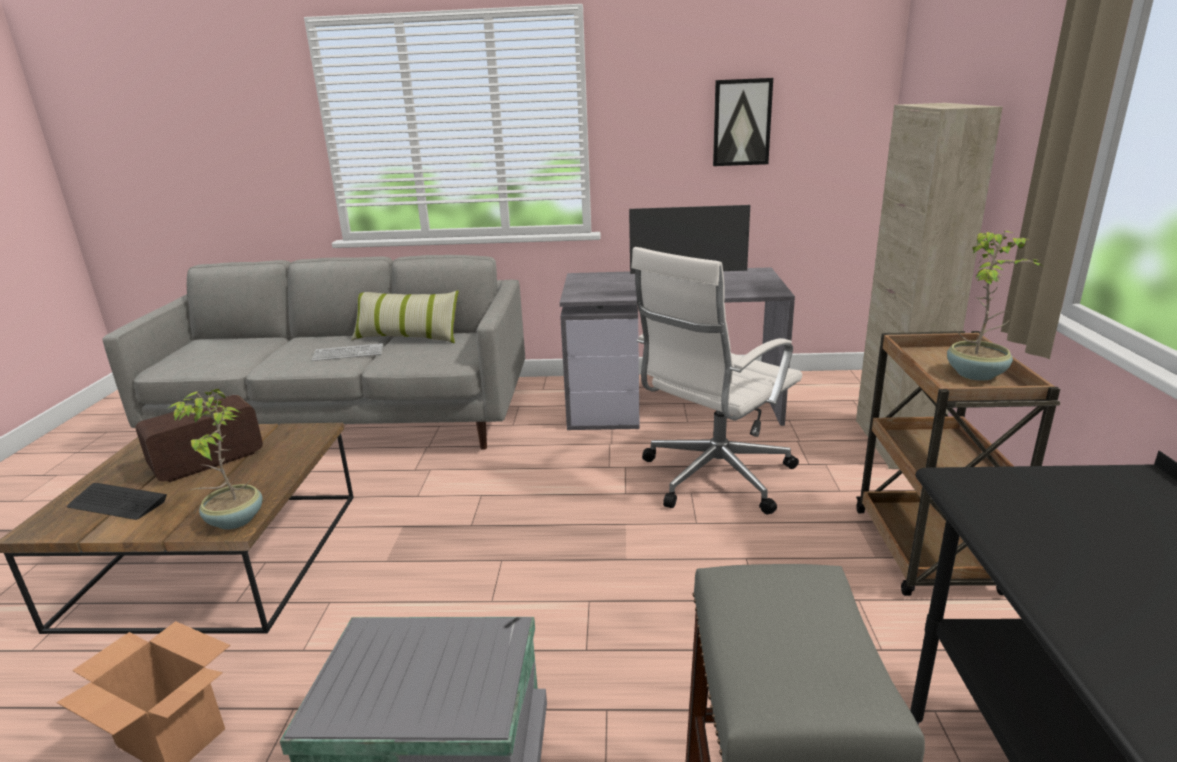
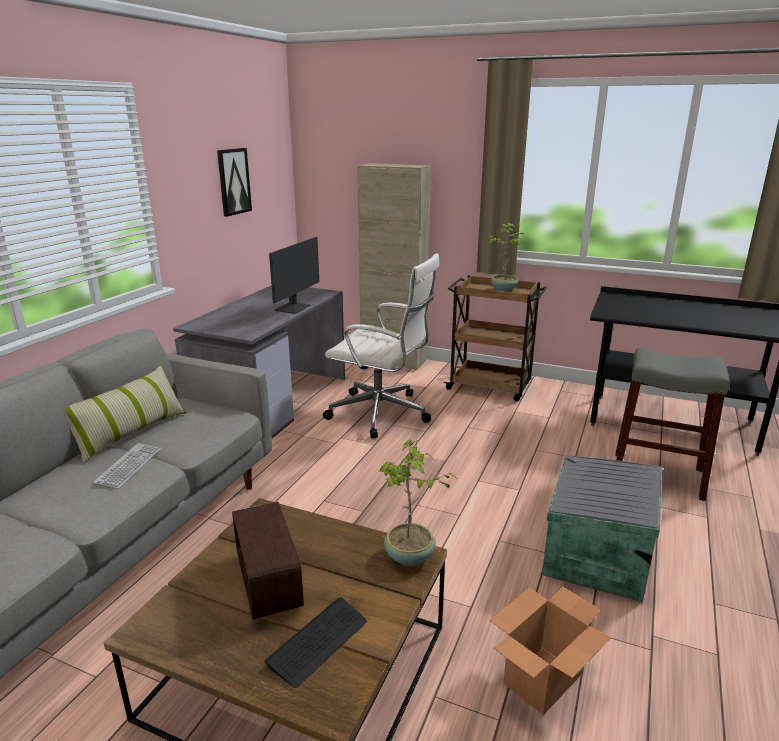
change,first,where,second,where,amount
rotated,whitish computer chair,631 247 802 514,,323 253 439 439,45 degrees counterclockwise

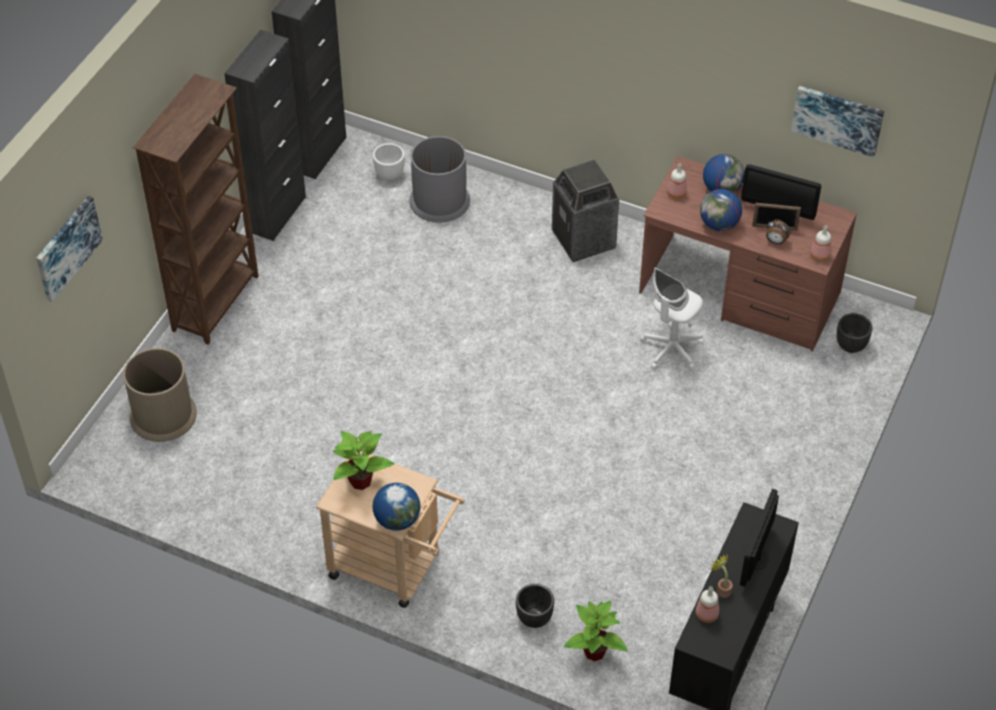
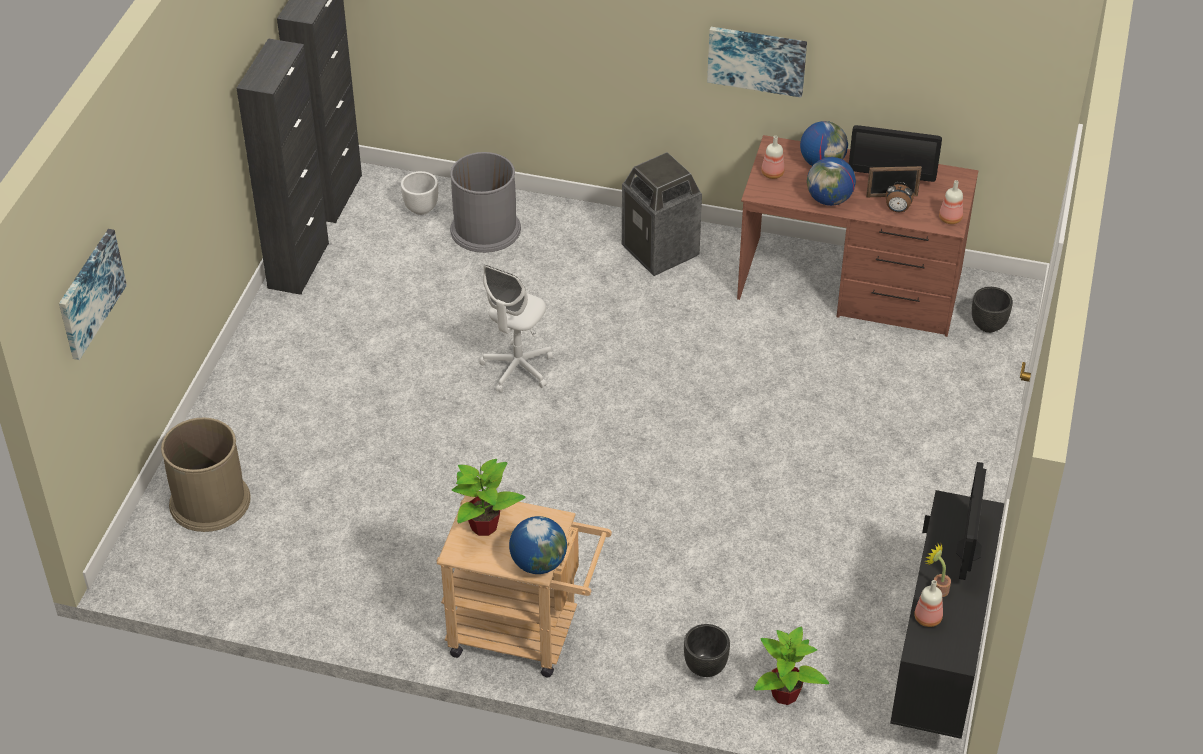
change,first,where,second,where,amount
gone,brown bookcase,133 74 259 345,,,
shifted,picture,791 86 884 157,,707 27 807 98,
shifted,whitish computer chair,640 267 703 370,,480 265 553 393,

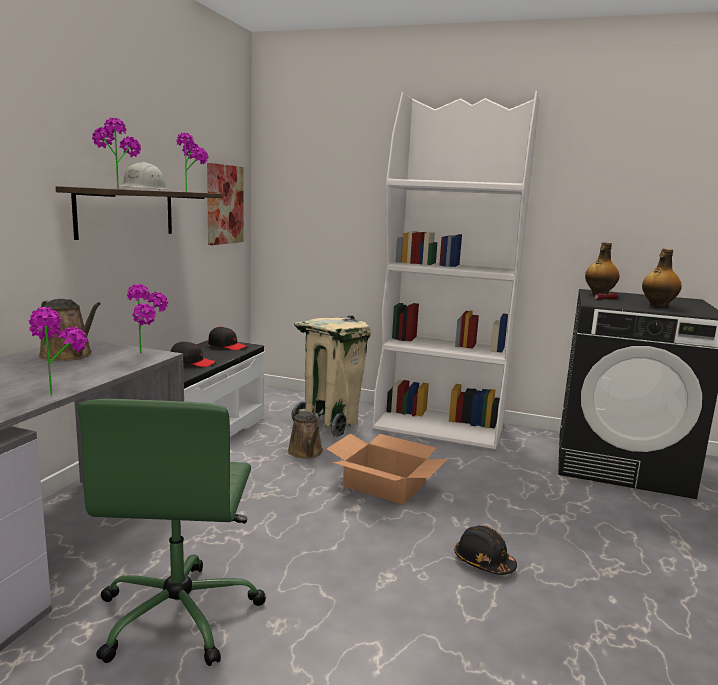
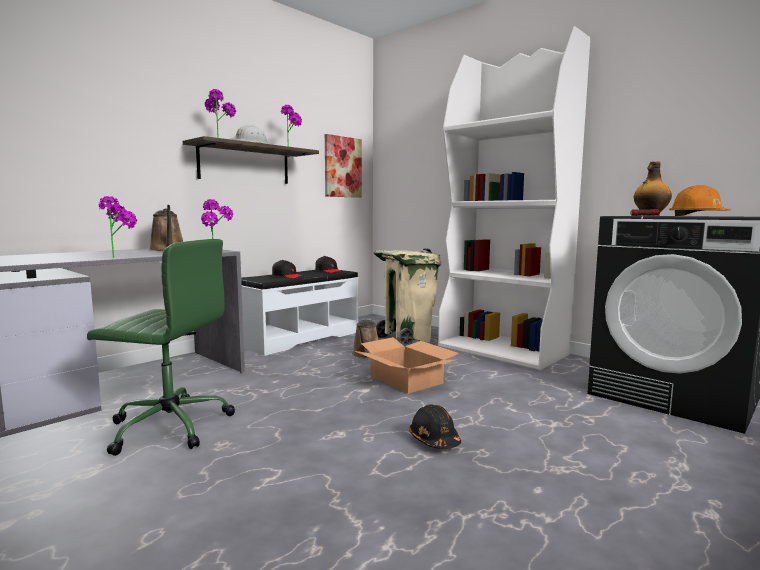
change,first,where,second,where,amount
swapped,drink bottle,642 249 682 307,orangey safety helmet,669 185 731 216,
rotated,greenish computer chair,78 399 266 666,,87 239 235 456,105 degrees counterclockwise

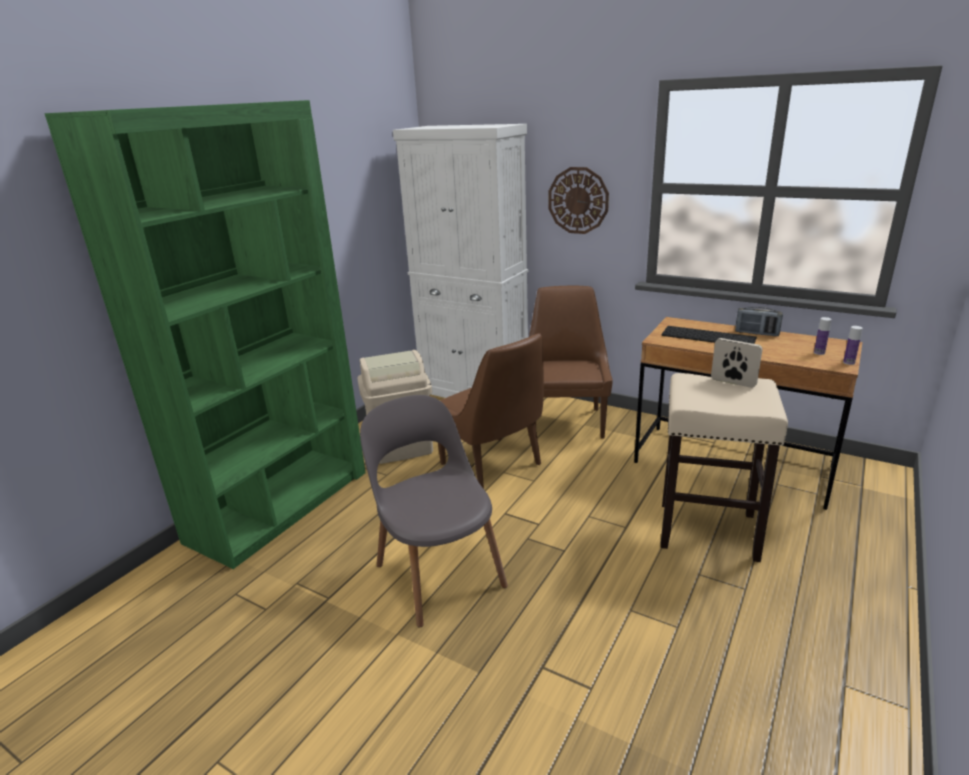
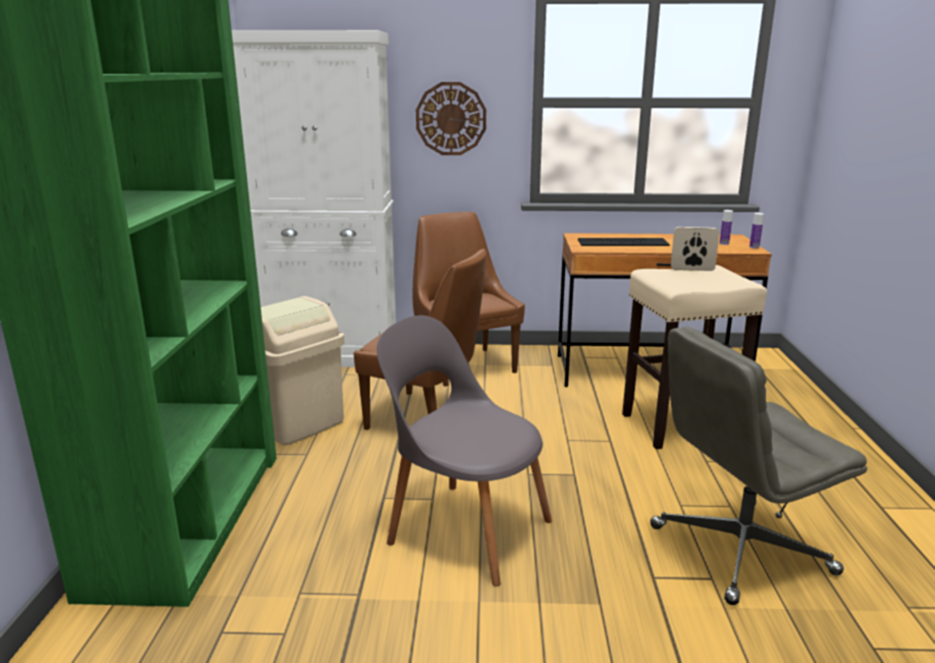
change,first,where,second,where,amount
gone,radio set,735 307 783 336,,,
new,,,greyish computer chair,650 326 867 605,

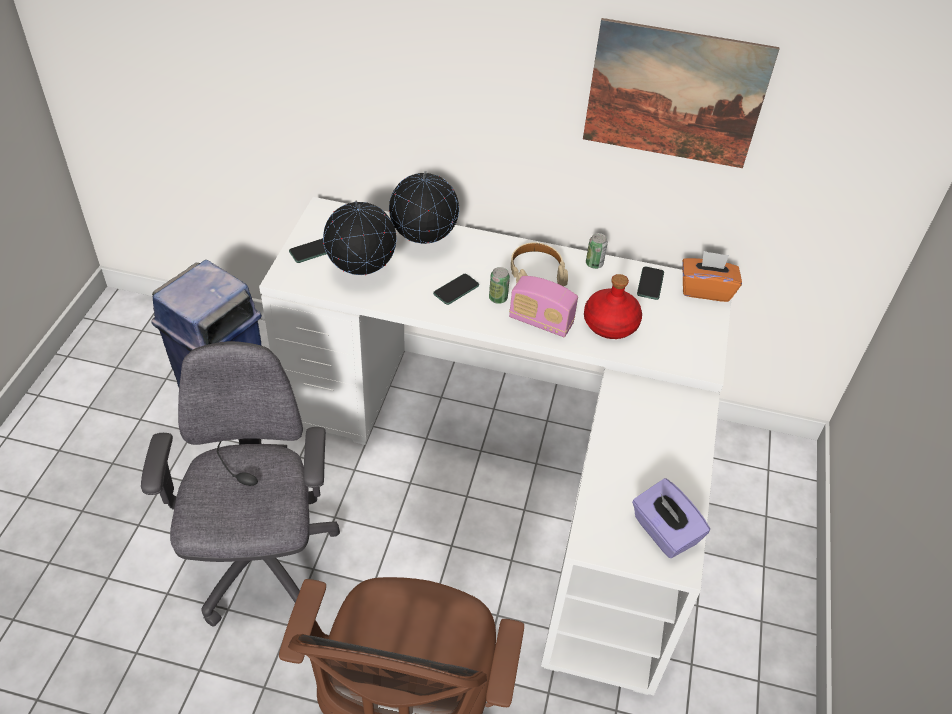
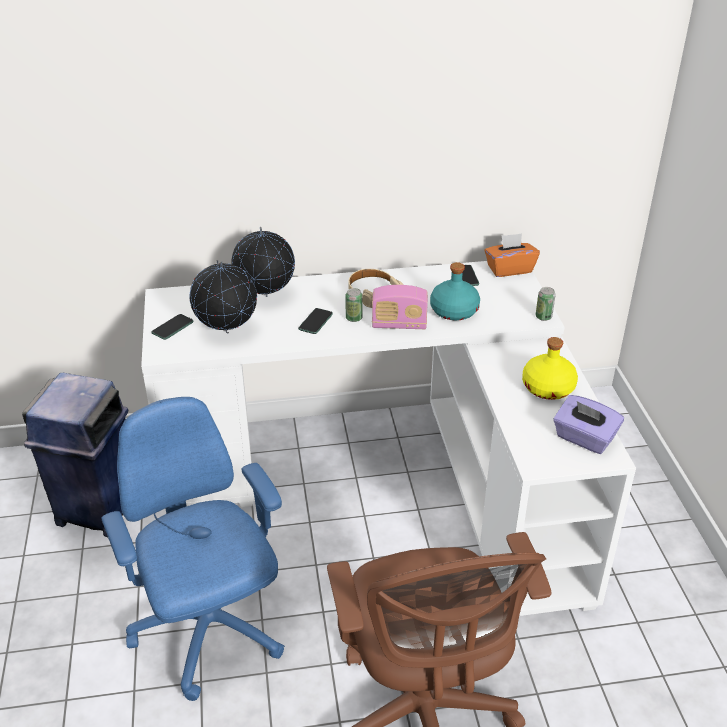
change,first,where,second,where,amount
gone,picture,583 18 780 168,,,
shifted,can,586 233 608 269,,535 287 556 321,
repainted,red-coloured drink bottle,584 274 642 339,turquoise-coloured drink bottle,430 262 480 320,
repainted,greyish computer chair,141 341 340 627,blue computer chair,102 397 285 701,
new,,,yellowish drink bottle,522 337 578 400,

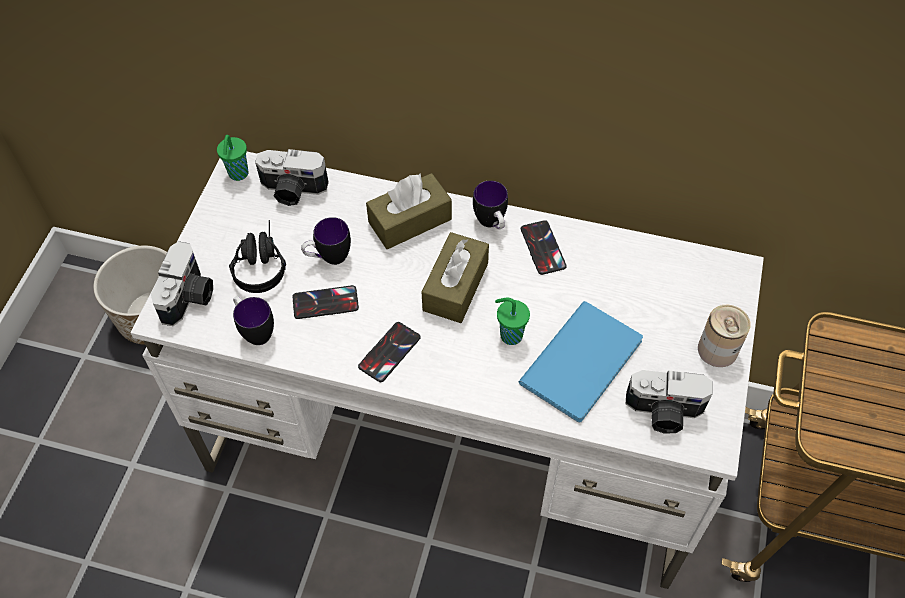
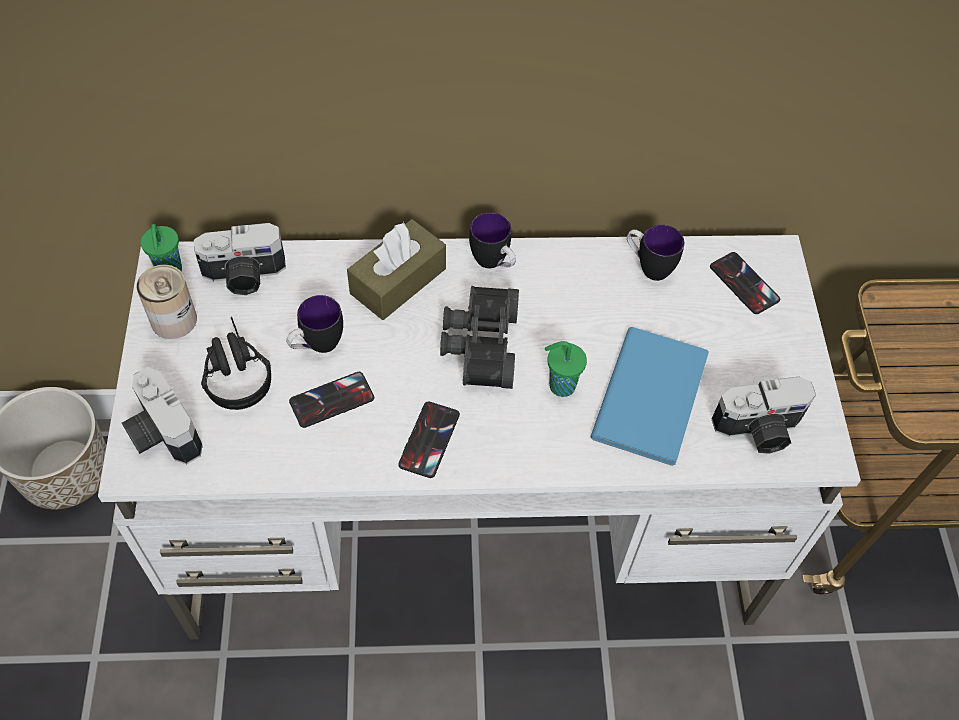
change,first,where,second,where,amount
shifted,phone,521 220 567 275,,710 252 780 314,
swapped,brown tissue holder,421 232 489 323,black-coloured pair of binoculars,440 286 519 389,
rotated,photo camera,151 241 213 326,,122 367 203 464,150 degrees clockwise
shifted,mug,233 296 274 345,,627 225 684 281,
shifted,can,698 305 751 367,,136 265 197 339,

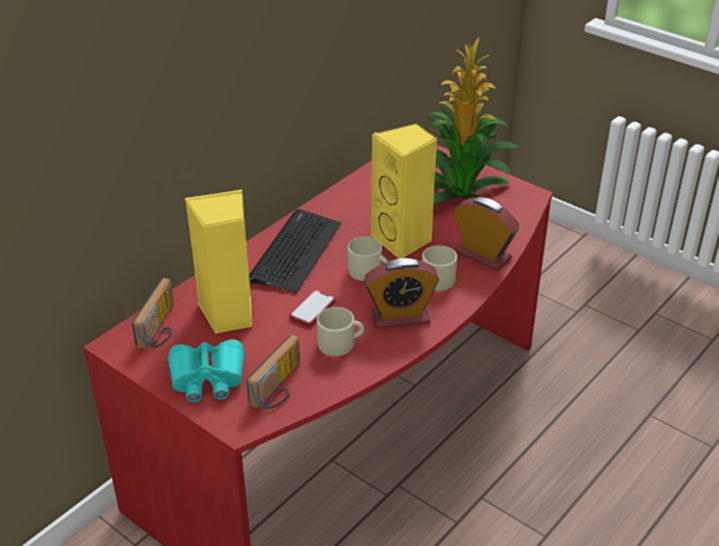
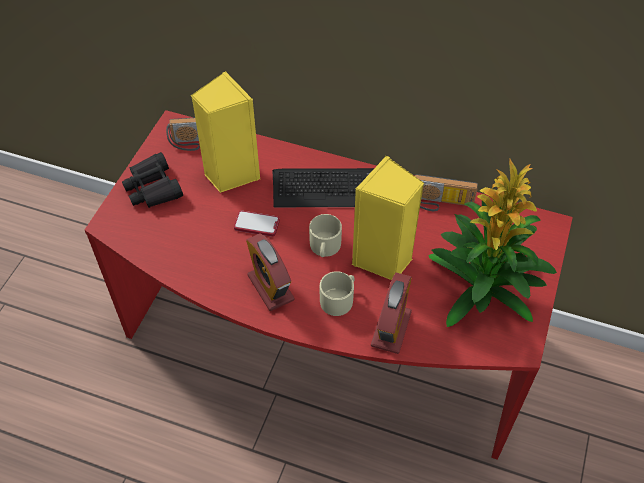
change,first,where,second,where,amount
gone,beige-coloured mug,317 307 364 356,,,
shifted,radio set,246 334 300 409,,415 174 478 211,
repainted,turquoise-coloured pair of binoculars,168 339 245 402,black-coloured pair of binoculars,122 152 183 208,

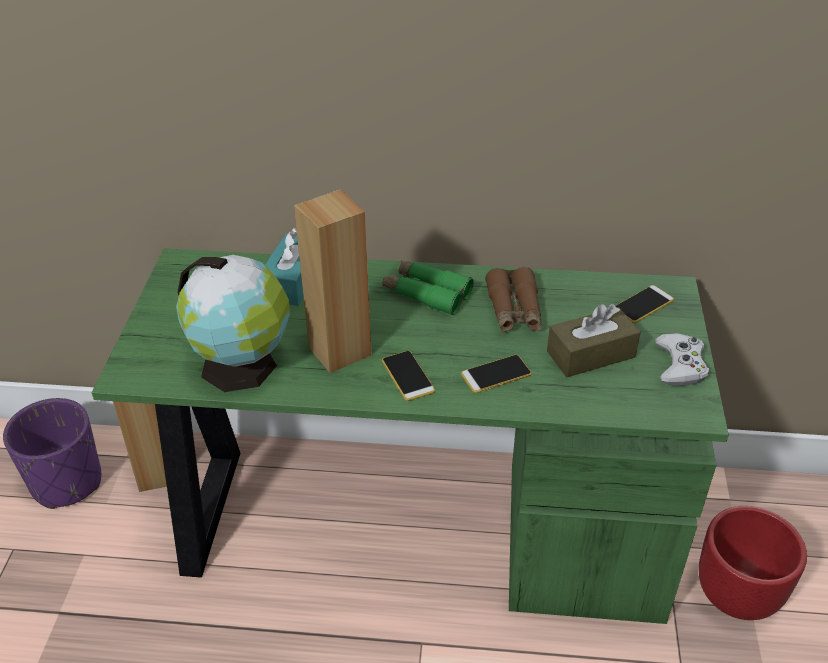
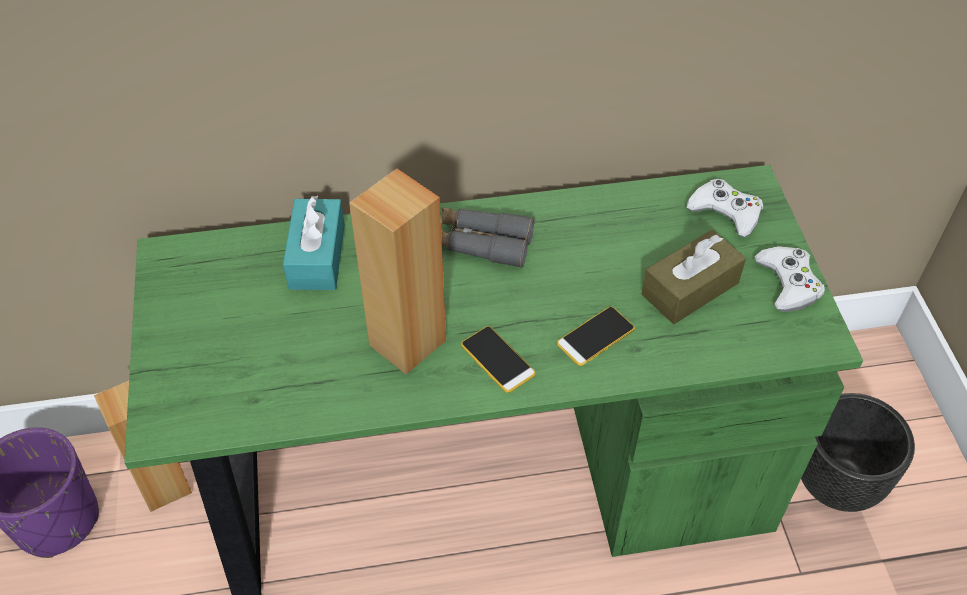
change,first,where,second,where,amount
gone,globe,176 255 290 392,,,
repainted,greenish pair of binoculars,383 260 474 315,greyish pair of binoculars,441 207 534 268,
gone,brown pair of binoculars,485 267 542 333,,,
swapped,phone,615 285 674 323,whitish game controller,686 179 763 237,
repainted,red-coloured flower pot,699 506 807 620,black-coloured flower pot,801 393 915 512,

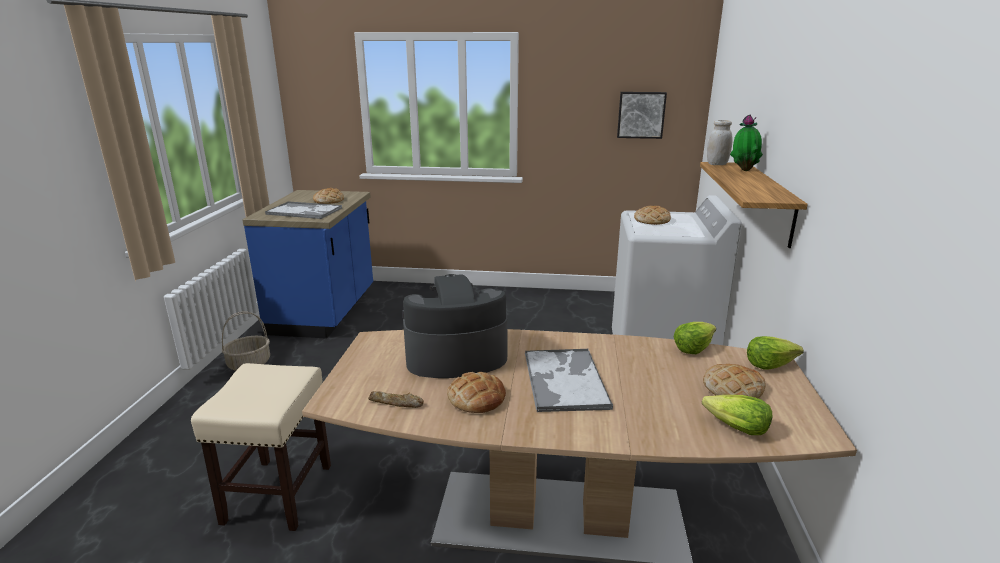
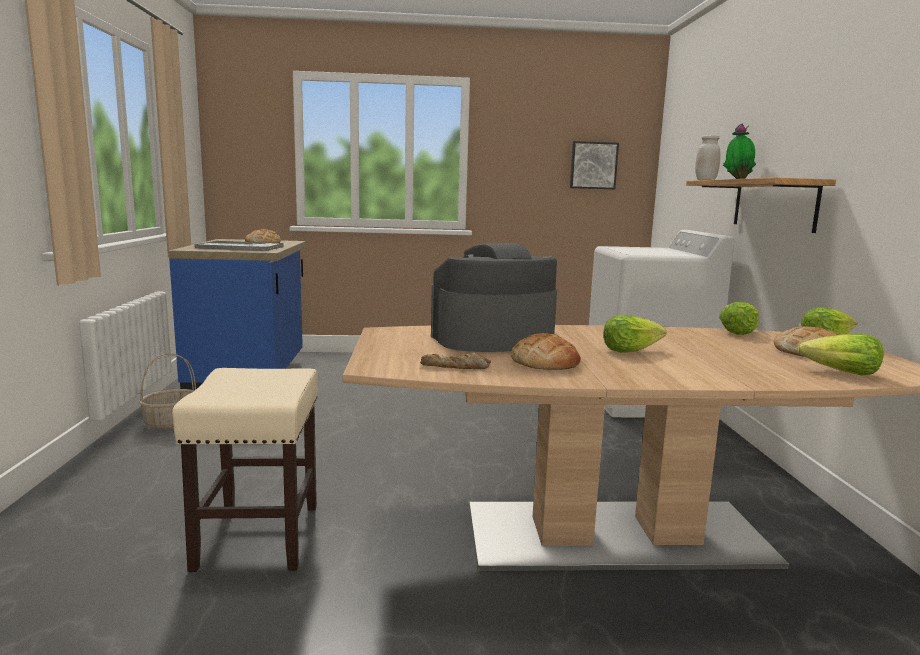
change,first,where,second,where,amount
gone,bread,634 206 671 225,,,
swapped,serving tray,525 349 613 412,lettuce,603 315 666 353,

